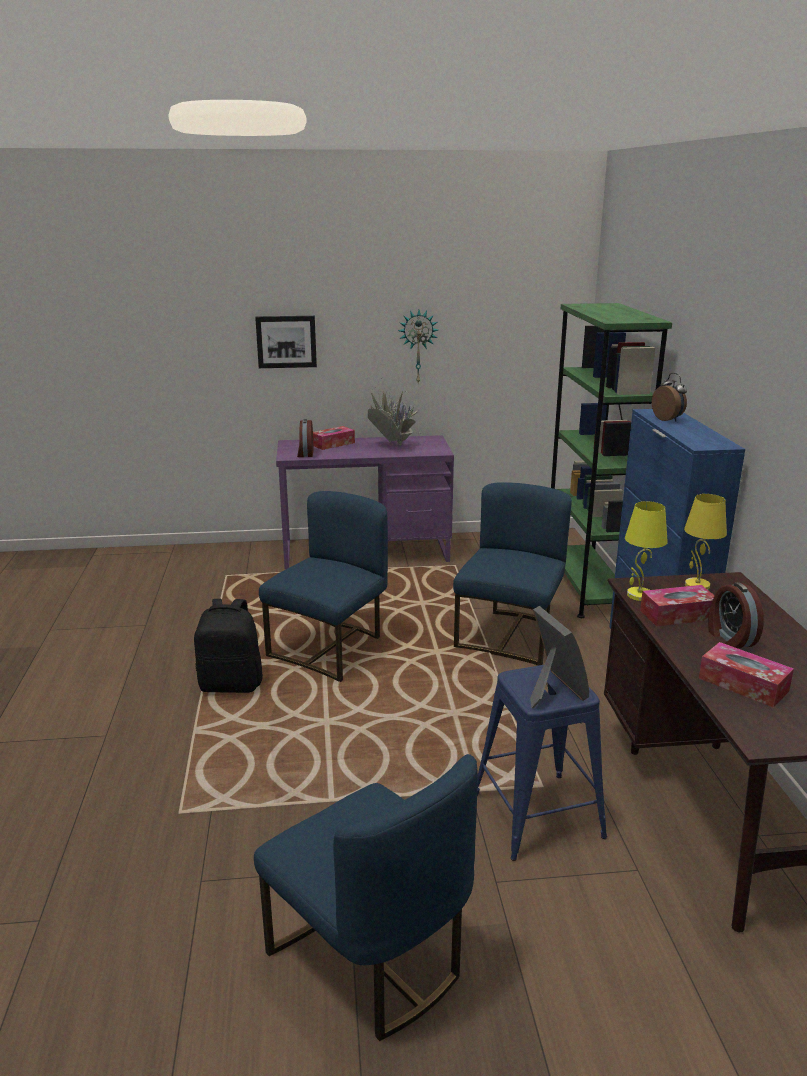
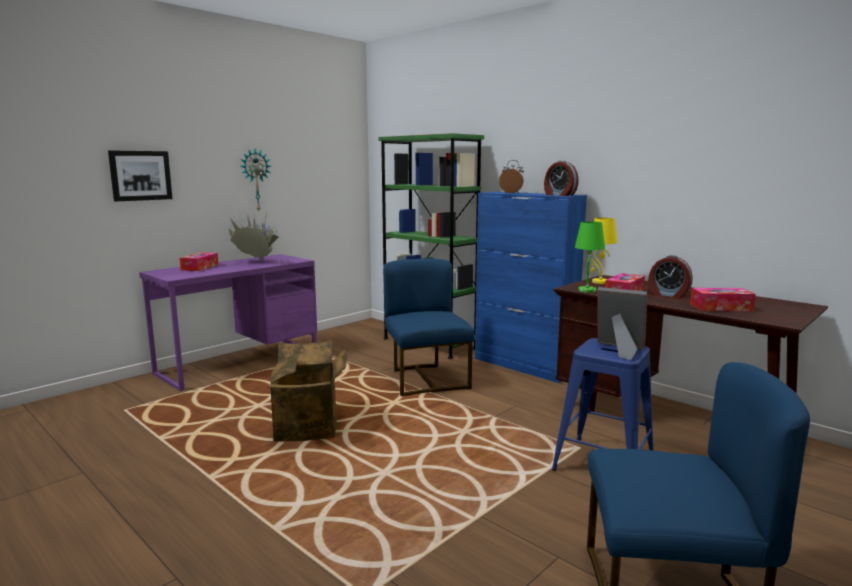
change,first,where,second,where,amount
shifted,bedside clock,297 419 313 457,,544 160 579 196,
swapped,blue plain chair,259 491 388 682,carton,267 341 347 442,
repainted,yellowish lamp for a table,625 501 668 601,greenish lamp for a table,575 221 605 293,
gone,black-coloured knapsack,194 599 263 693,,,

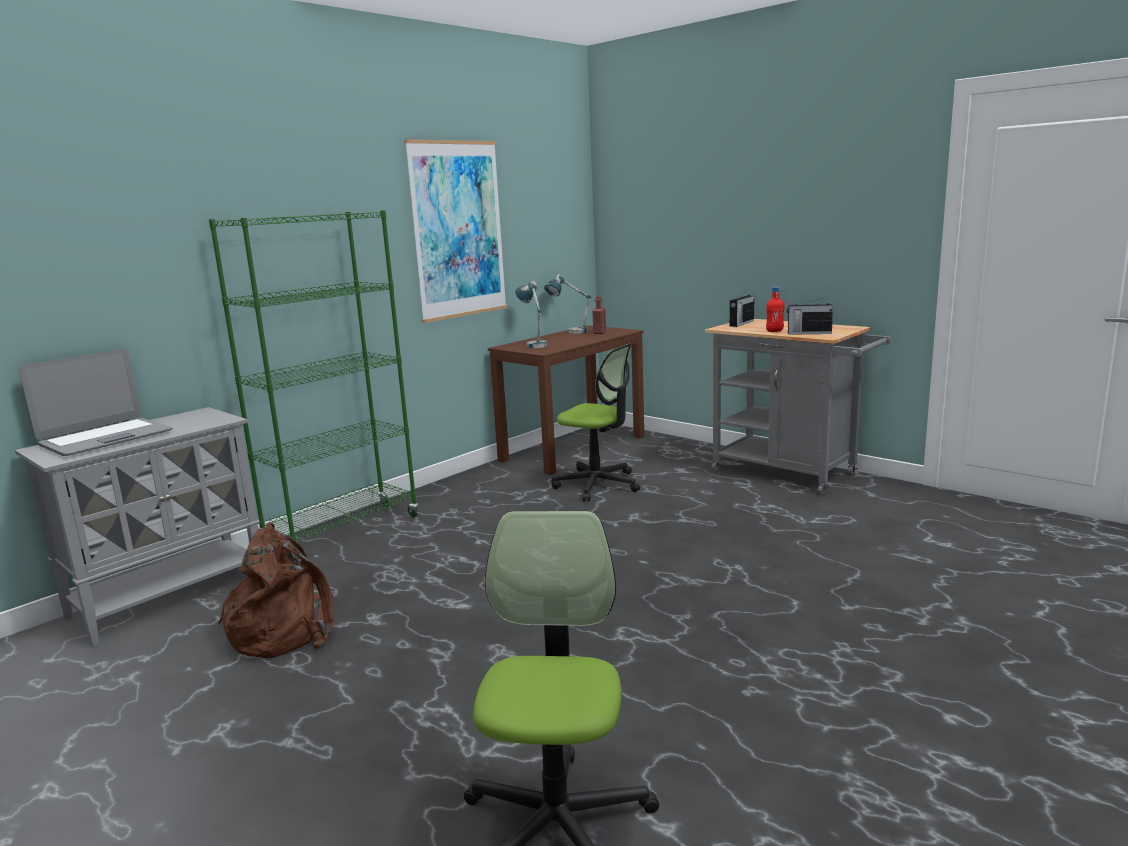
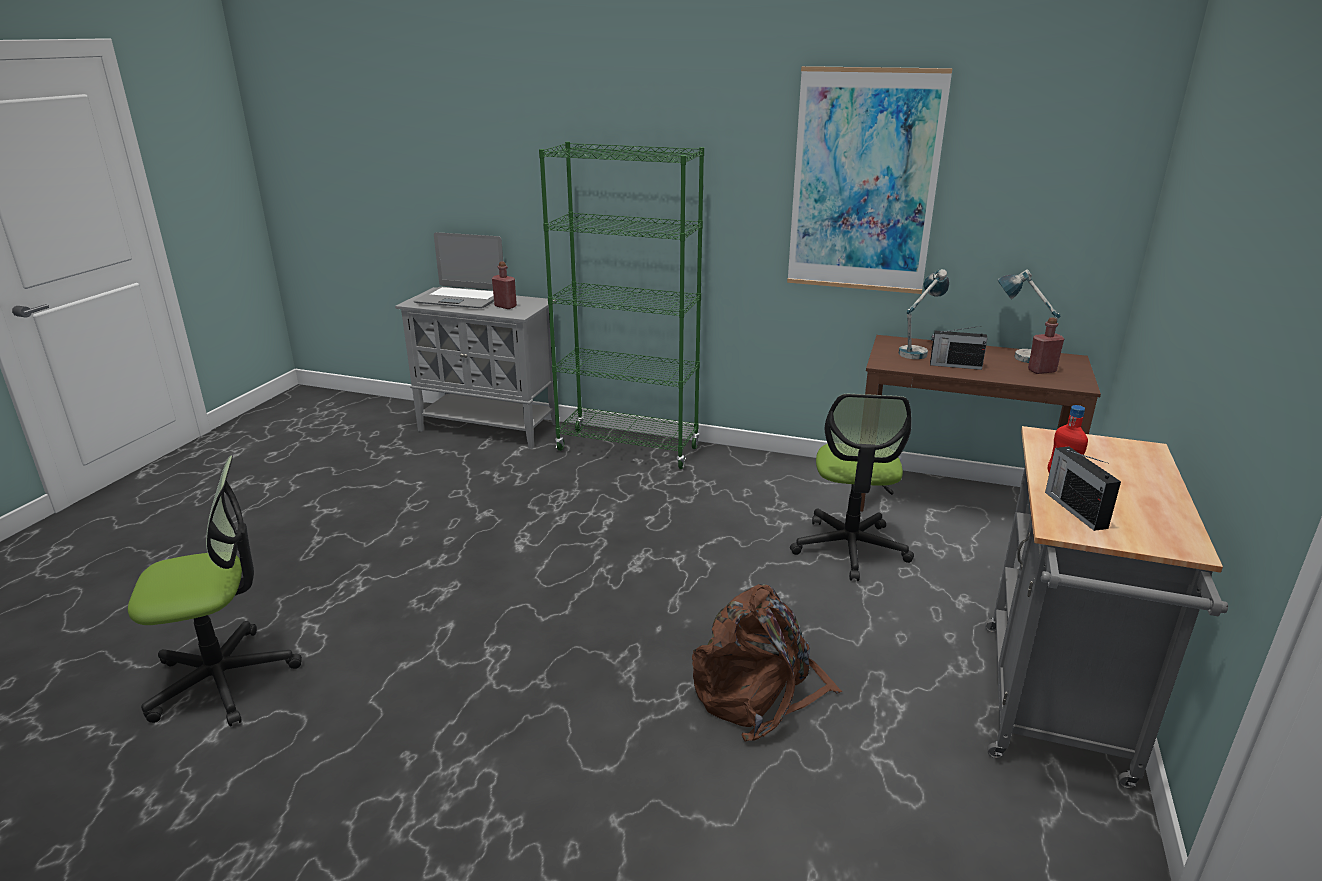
change,first,where,second,where,amount
shifted,radio set,730 291 754 327,,930 326 988 370,
shifted,brown knapsack,218 522 334 658,,692 584 842 741,
new,,,red-coloured drink bottle,492 261 517 309,

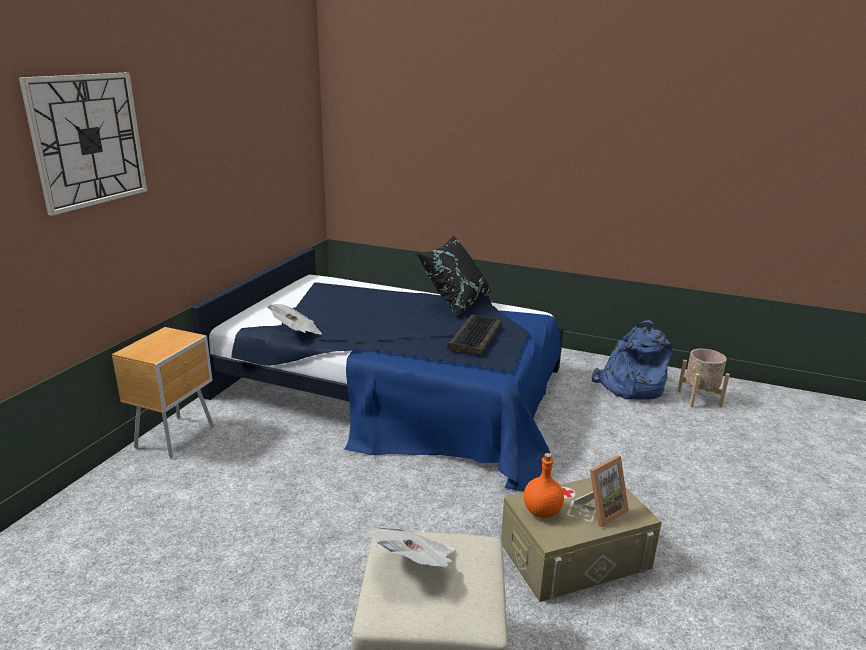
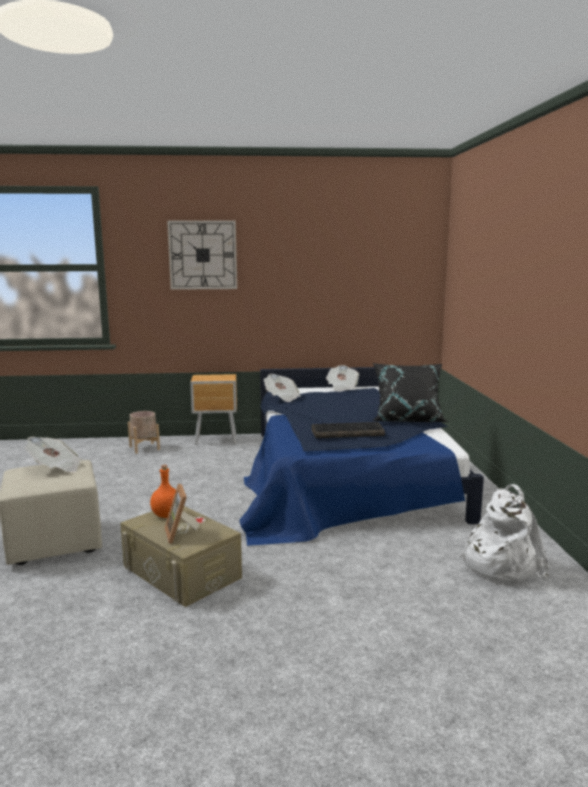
change,first,where,second,where,amount
repainted,blue knapsack,592 320 673 400,whitish knapsack,459 484 549 584,
shifted,beige-coloured flower pot,677 349 730 407,,128 411 160 454,
rotated,standing frame,574 455 629 527,,165 484 199 544,45 degrees clockwise
new,,,daily paper,326 365 359 392,

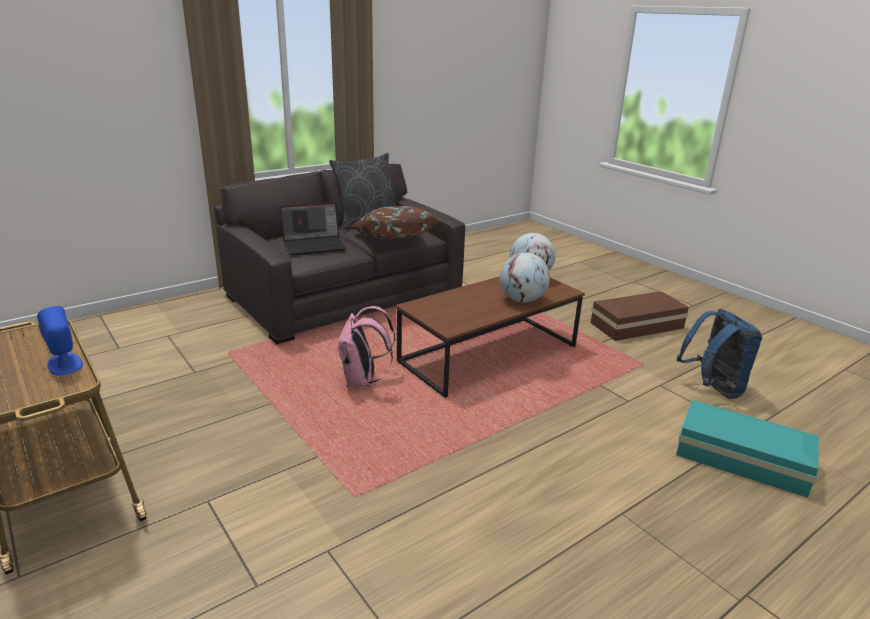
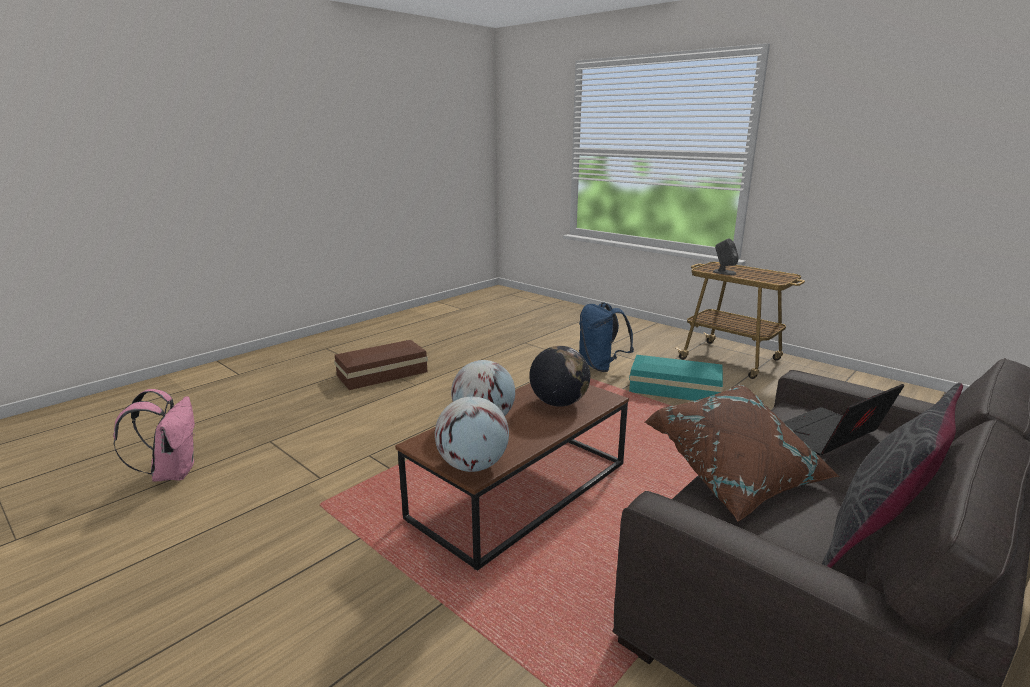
change,first,where,second,where,amount
shifted,brown storage container,591 291 689 341,,334 340 428 390,
repainted,blue loudspeaker,37 306 83 375,greyish loudspeaker,713 238 739 275,
shifted,pink-coloured knapsack,338 306 395 387,,113 389 195 482,
shifted,blue knapsack,677 309 762 399,,579 302 634 372,
shifted,turquoise-coloured storage container,676 400 819 498,,629 355 723 401,
new,,,globe,529 346 590 407,

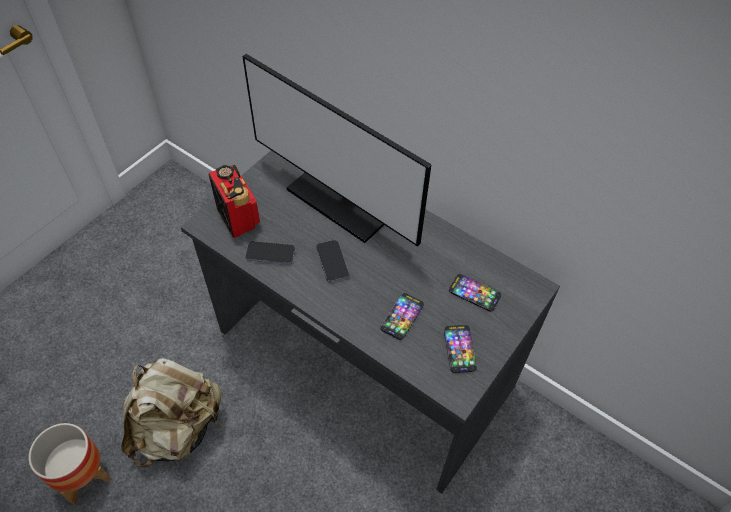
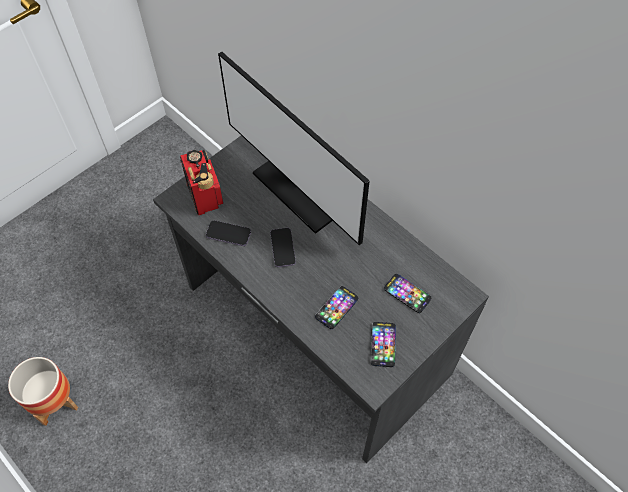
change,first,where,second,where,amount
gone,beige-coloured knapsack,121 358 221 467,,,

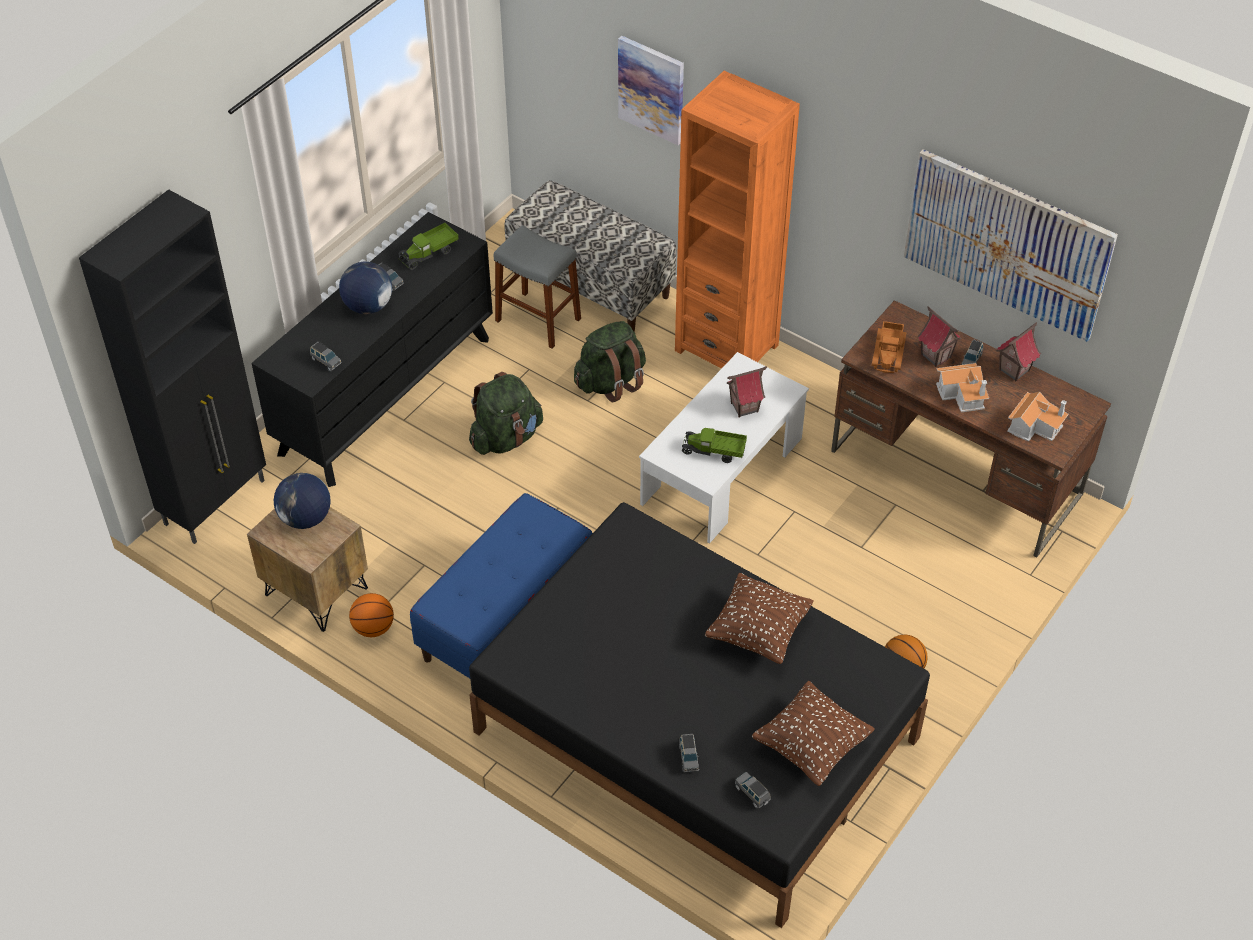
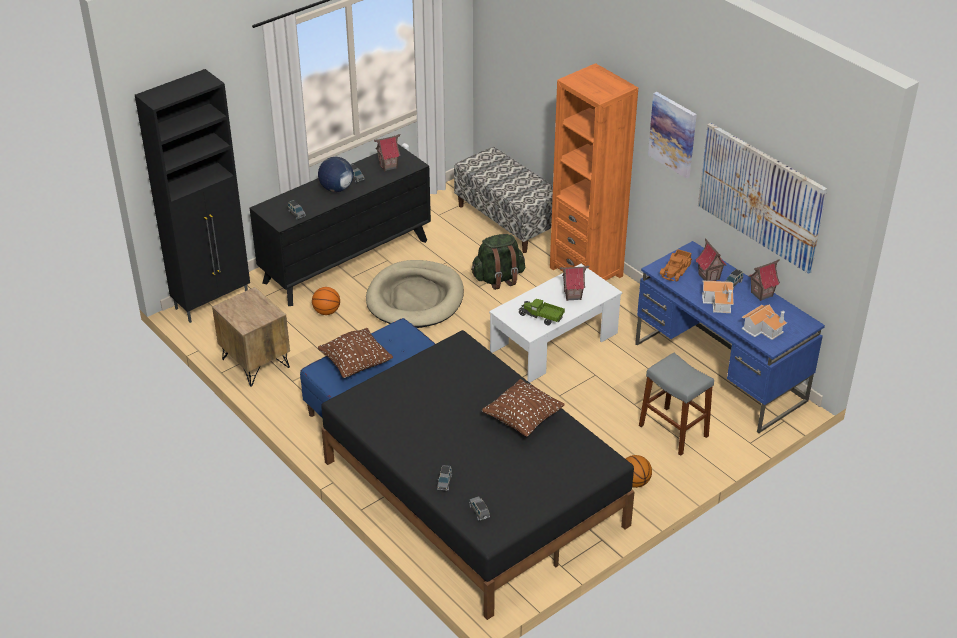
change,first,where,second,where,amount
shifted,picture,618 36 684 145,,648 92 697 179,
swapped,model truck,398 223 459 270,miniature house,374 134 400 171,
shifted,greyish stool seat,494 225 581 349,,639 353 714 456,
repainted,brown desk table,831 300 1111 558,blue desk table,635 241 825 433,
swapped,greenish knapsack,469 372 543 455,beige-coloured pet bed,366 260 464 328,
gone,globe,274 473 331 529,,,
shifted,basketball,349 593 394 637,,312 287 340 315,
shifted,brown cushion,752 681 875 786,,318 328 393 378,

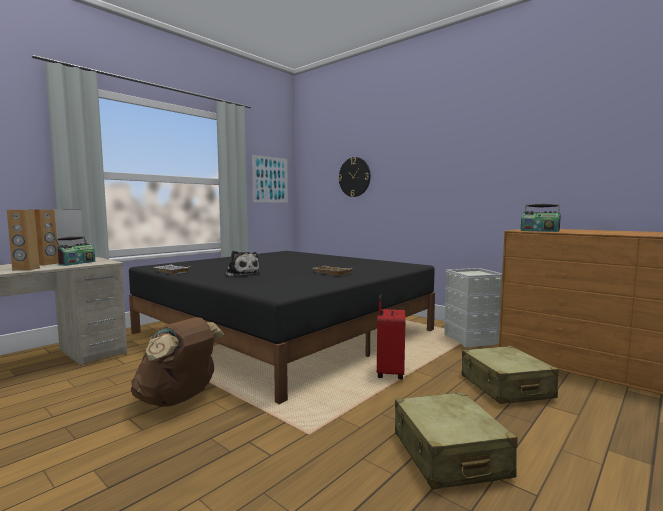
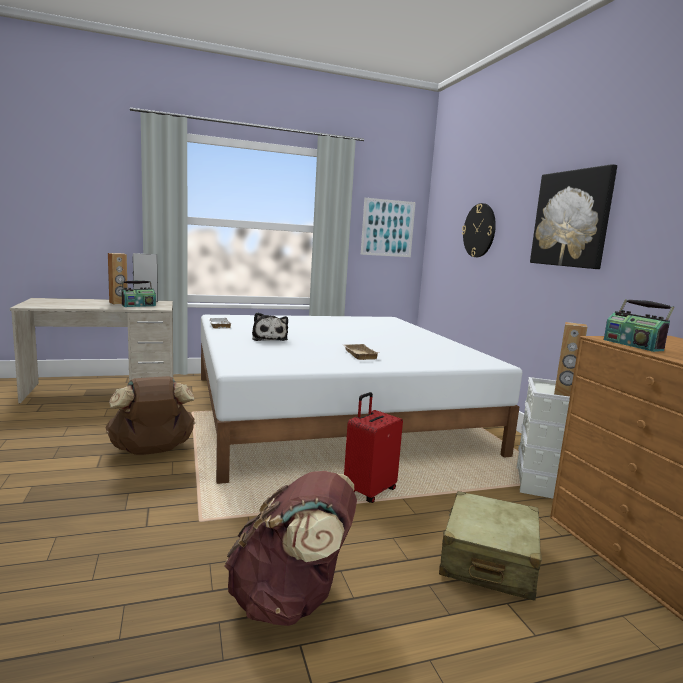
change,first,where,second,where,amount
shifted,brown loudspeaker,7 209 40 271,,554 322 587 397,
repainted,black-coloured sleeping bed,129 251 435 404,whitish sleeping bed,201 315 522 484,
swapped,beige-coloured travel case,395 392 518 489,brown knapsack,224 471 357 626,
new,,,picture,530 164 617 269,

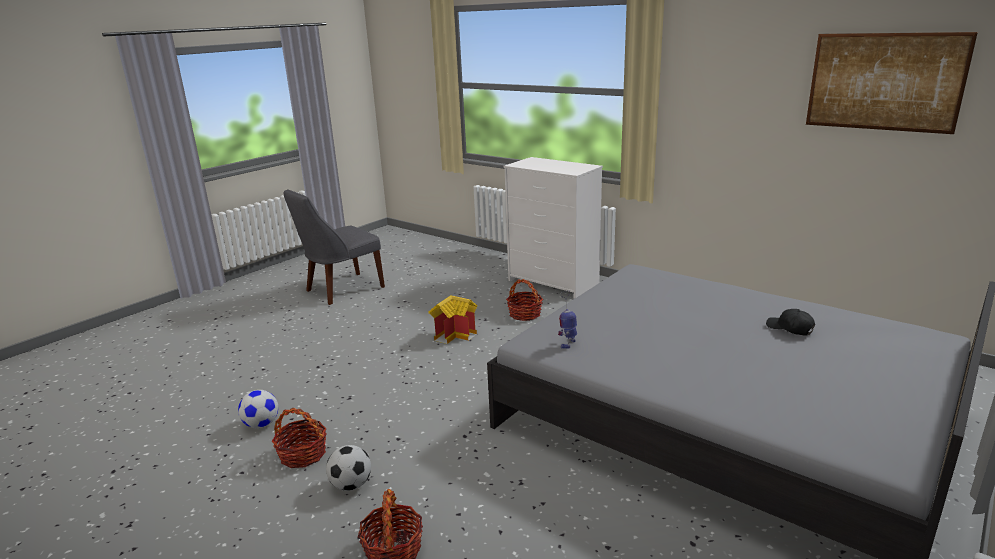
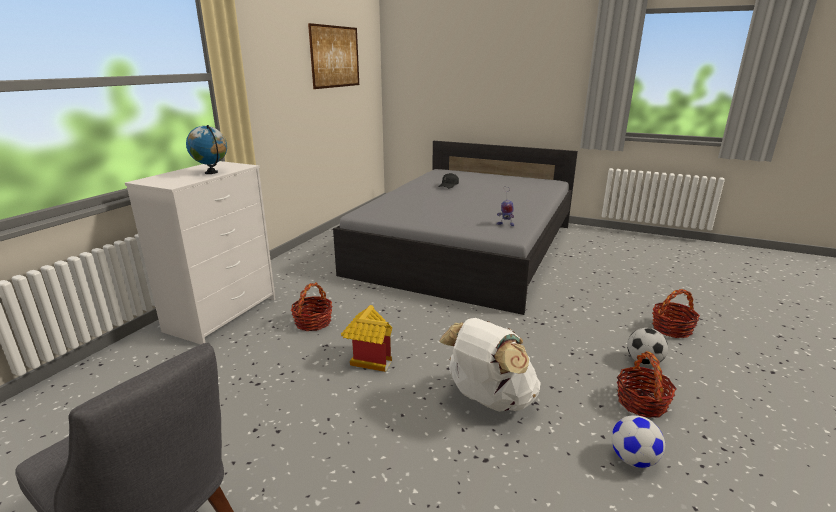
change,first,where,second,where,amount
new,,,globe,186 125 227 174,
new,,,whitish knapsack,439 318 541 412,

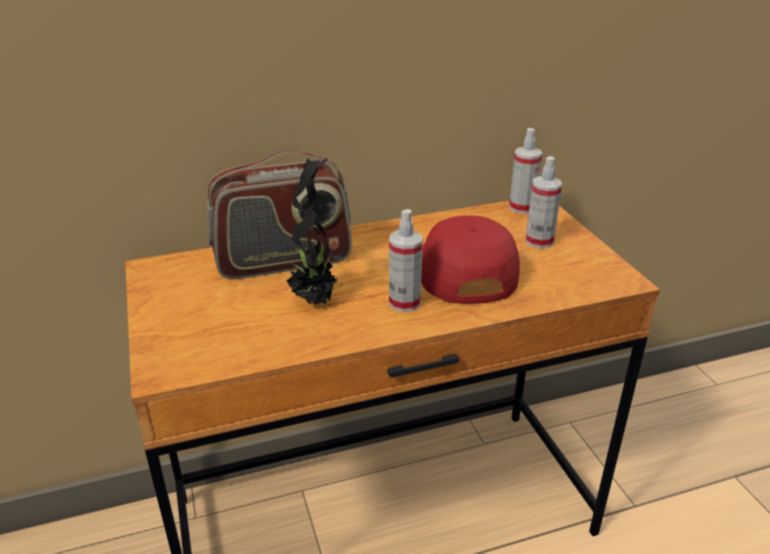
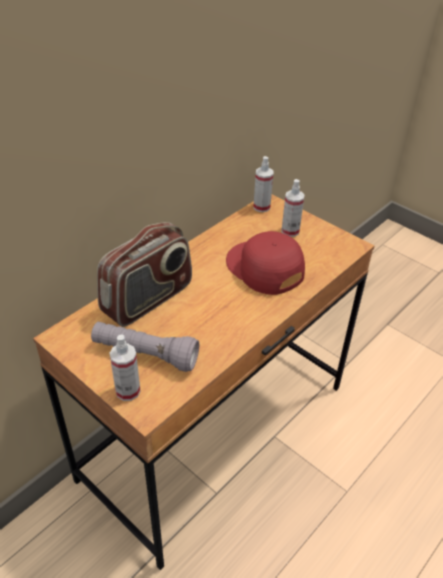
change,first,where,second,where,amount
gone,houseplant,286 158 343 305,,,
shifted,sprayer,389 209 423 312,,109 334 141 401,
new,,,greyish hand torch,91 322 200 372,

